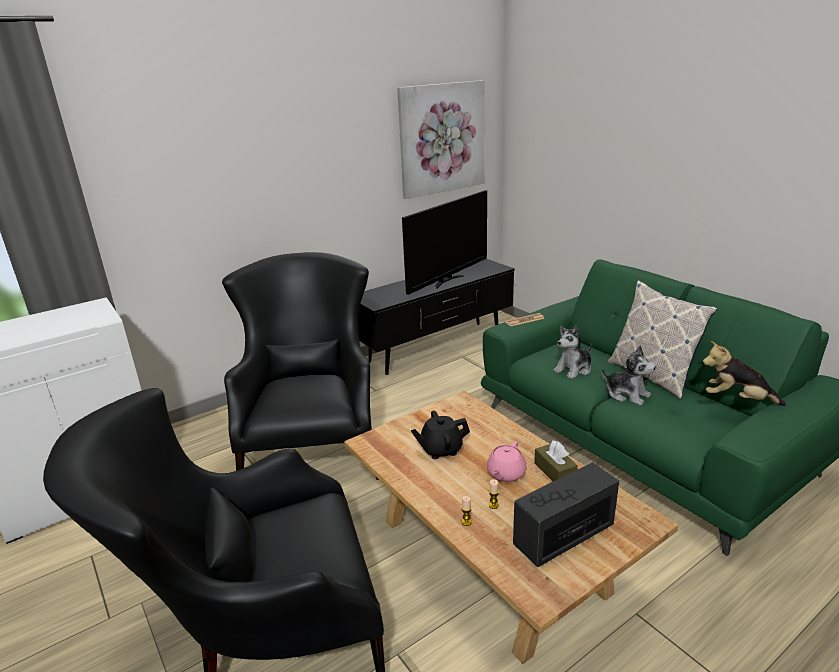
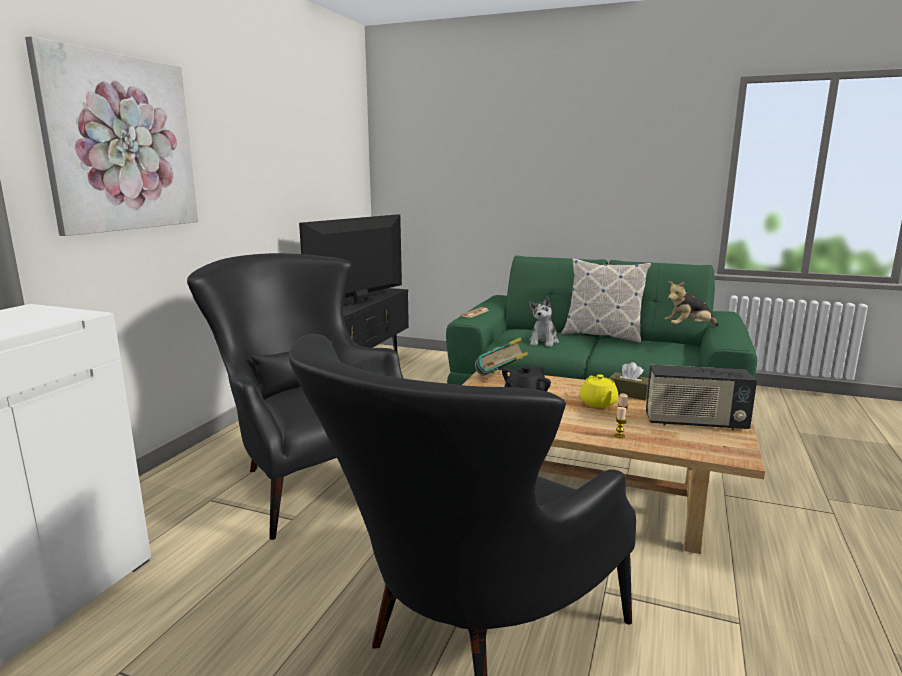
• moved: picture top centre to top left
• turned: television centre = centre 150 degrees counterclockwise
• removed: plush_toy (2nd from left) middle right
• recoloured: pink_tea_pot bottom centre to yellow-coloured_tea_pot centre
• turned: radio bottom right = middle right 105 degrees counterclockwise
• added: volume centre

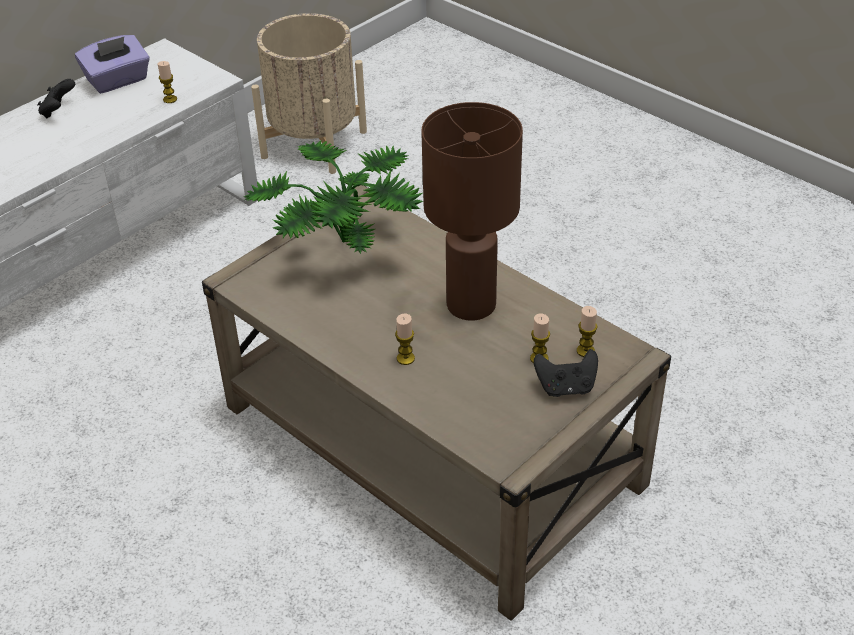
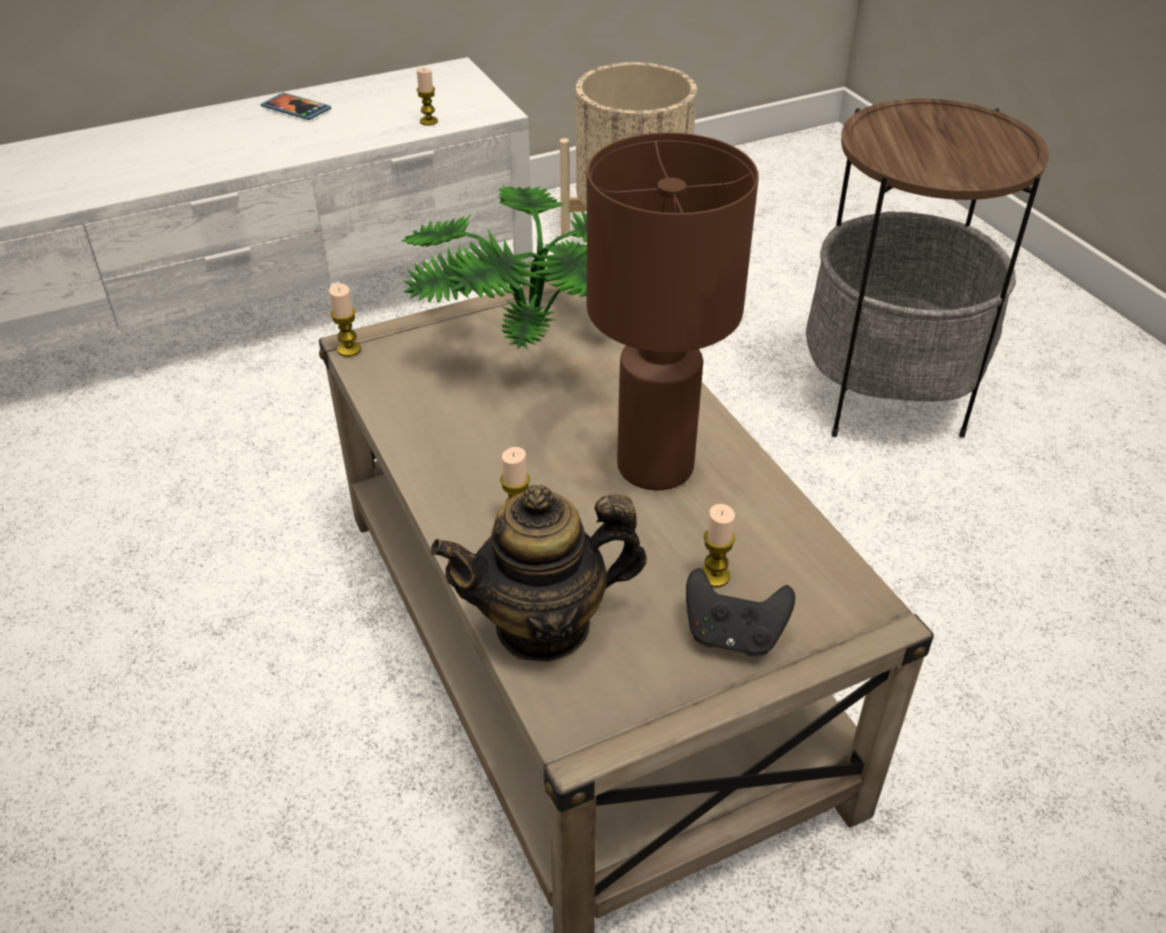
• removed: purple-coloured_box_of_tissues top left
• replaced: blackish_joypad (1st from left) top left to phone top left
• moved: wax_candle (4th from left in the first image) middle right to wax_candle (1st from left) middle left
• added: accent_table top right
• added: tea_pot centre

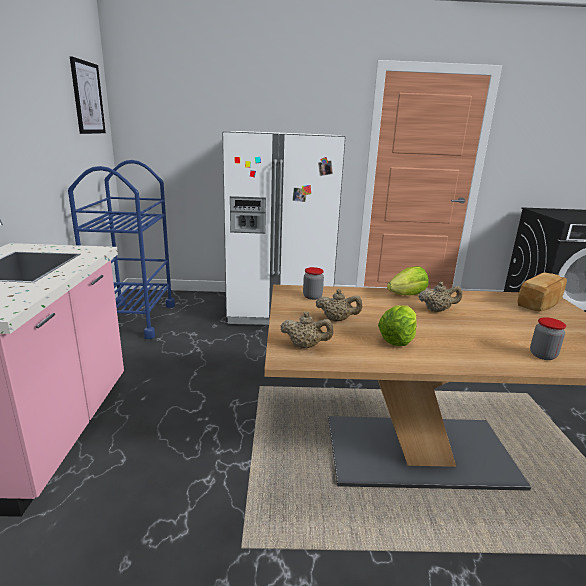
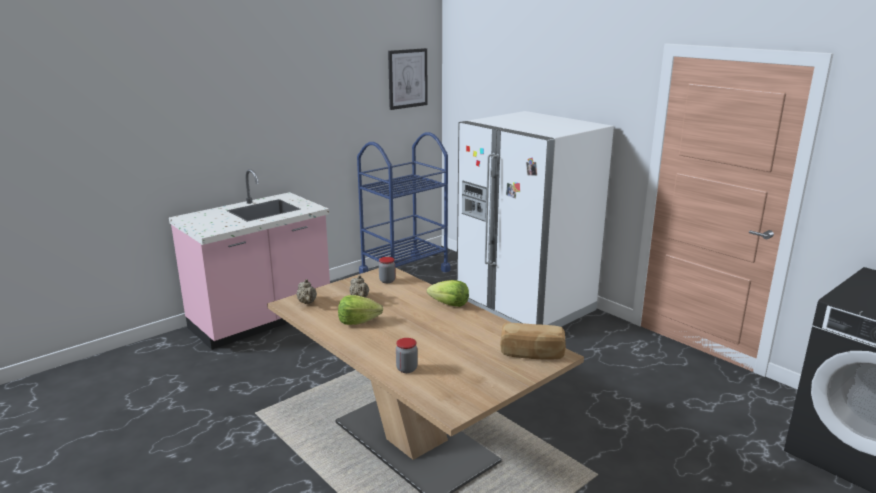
• removed: beige_tea_pot (3rd from left) middle right

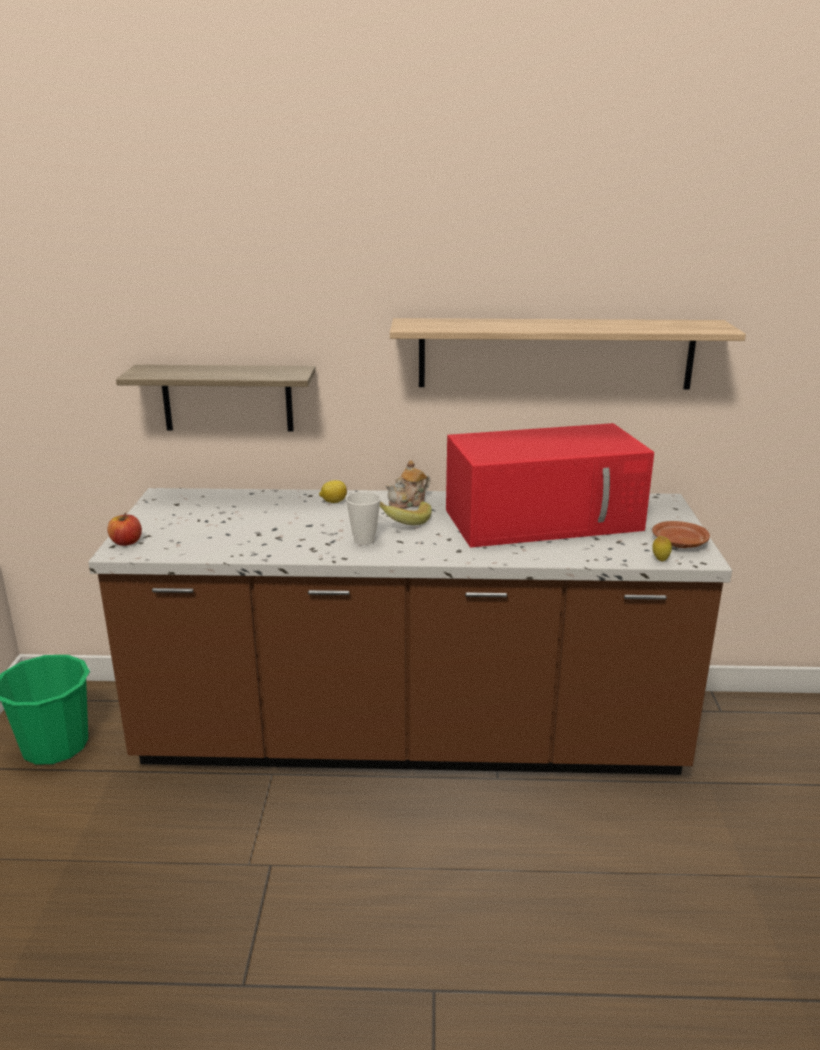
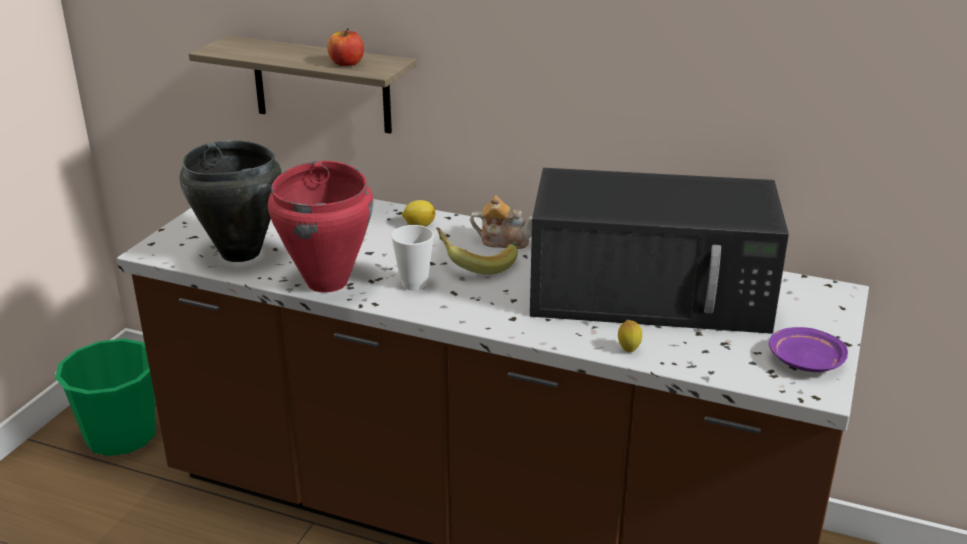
• removed: bracket_shelf (2nd from left) middle right
• recoloured: red-coloured_microwave_oven middle right to blackish_microwave_oven middle right
• turned: tea_pot centre = centre 150 degrees counterclockwise
• moved: whole_apple middle left to top centre
• recoloured: brown_dinner_plate middle right to purple-coloured_dinner_plate middle right
• moved: whole_lemon (2nd from left) middle right to centre
• added: blackish_cooking_pot middle left
• added: red-coloured_cooking_pot middle left

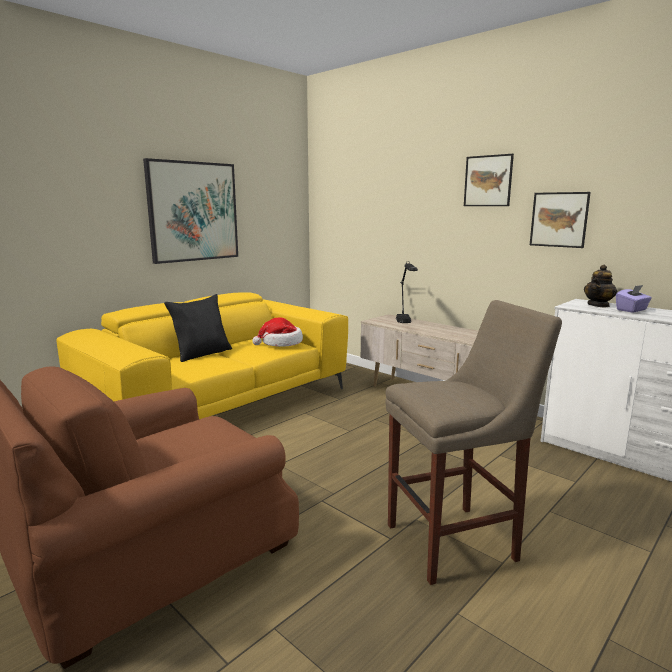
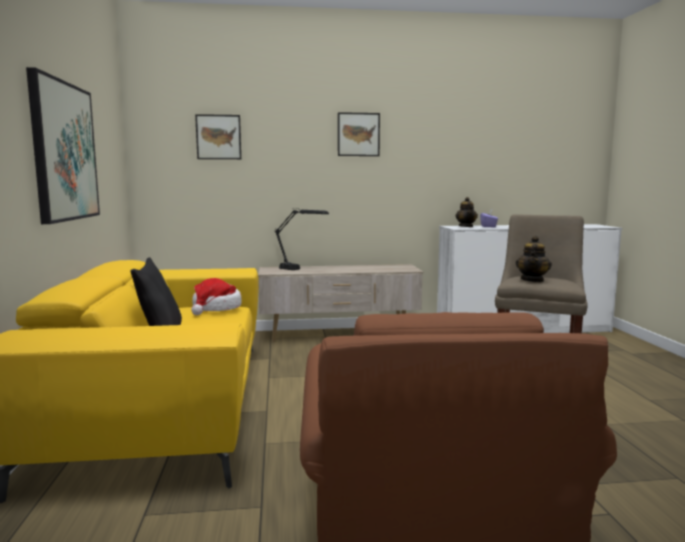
• moved: picture (3rd from left in the first image) top right to picture (2nd from left) top left
• added: tea_pot (2nd from left) middle right

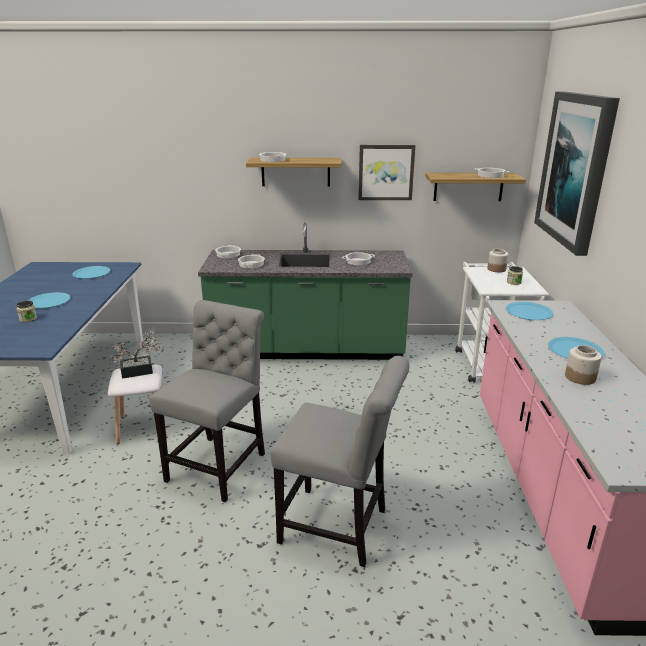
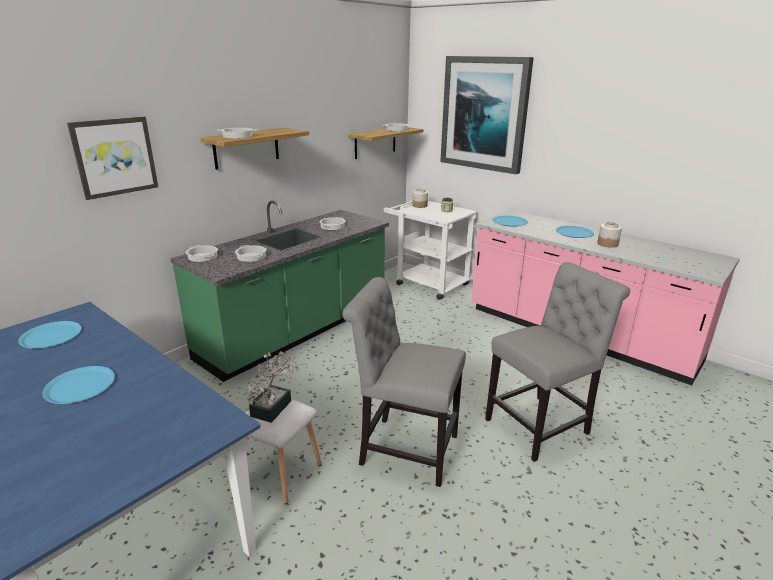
• moved: picture (1st from left) top centre to top left
• turned: gray_chair (1st from left) middle left = centre 45 degrees counterclockwise
• removed: jar (1st from left) middle left

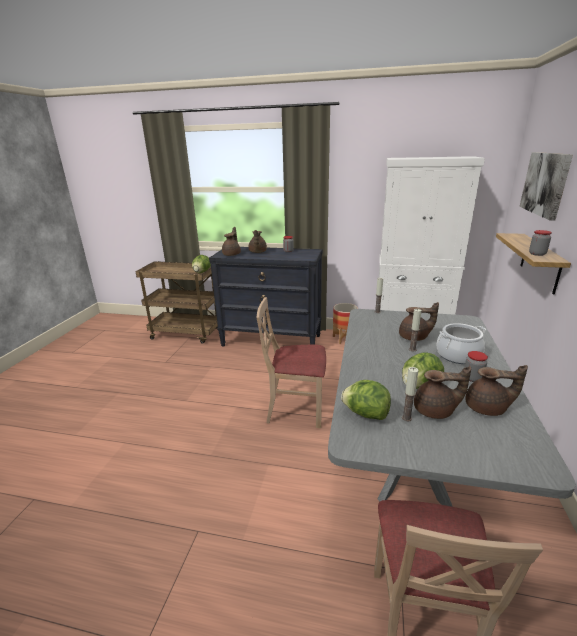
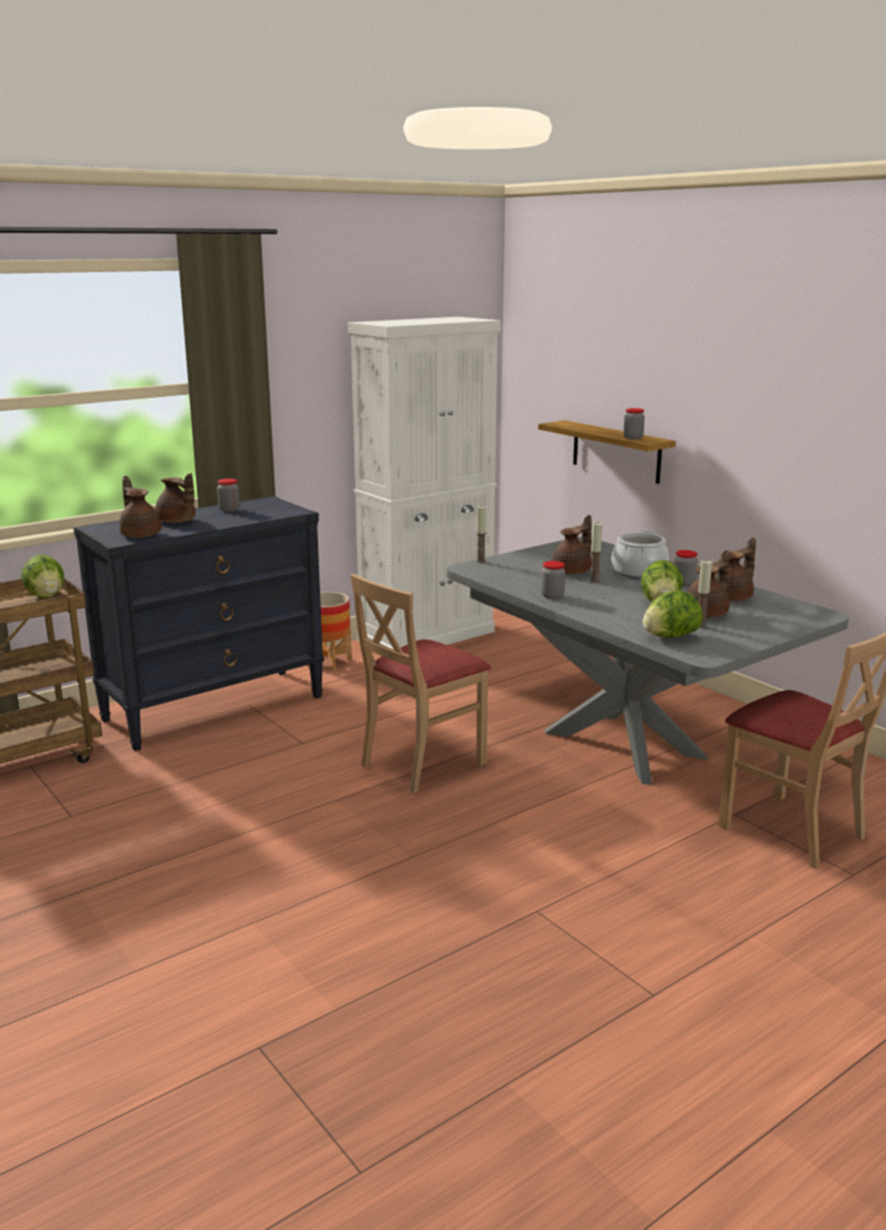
• removed: picture top right
• added: jar (2nd from left) centre

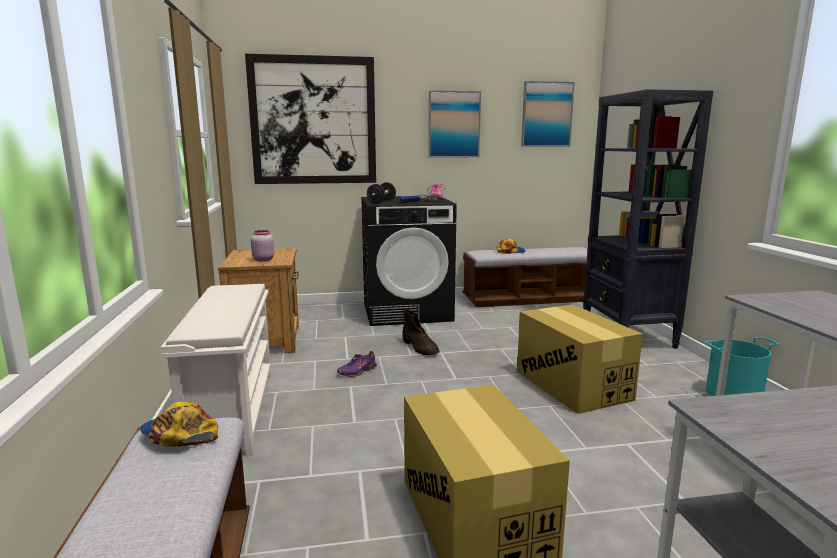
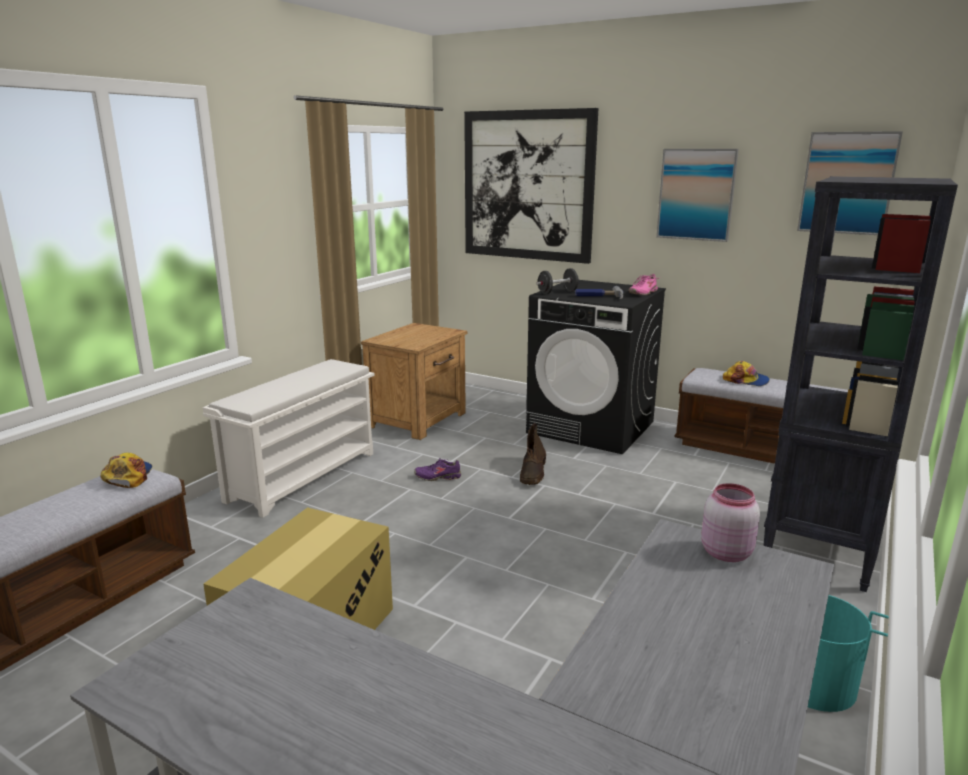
• moved: pink_jar middle left to bottom right
• removed: packing_box (2nd from left) middle right

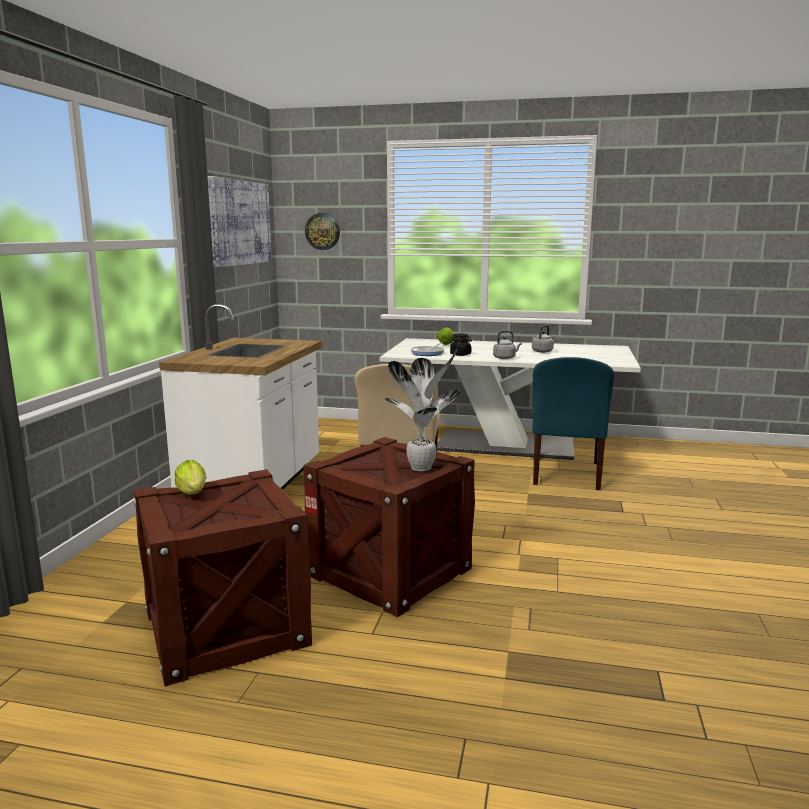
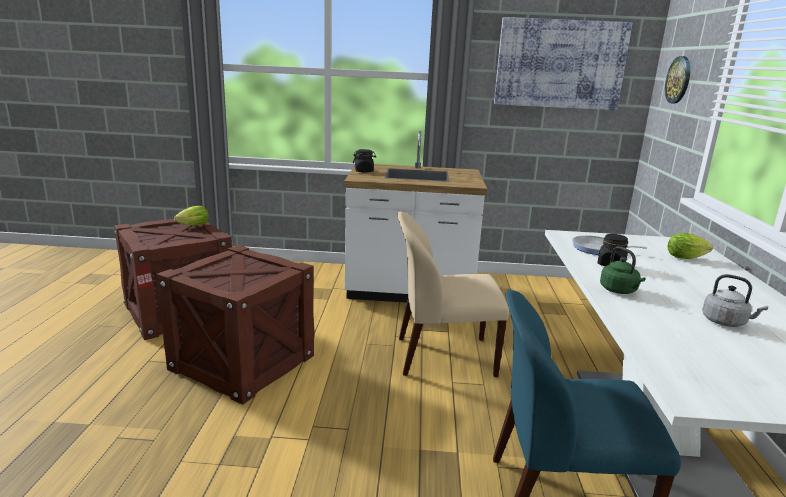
• recoloured: gray_kettle (1st from left) centre to greenish_kettle middle right
• removed: potted_plant centre
• added: blackish_jar (1st from left) top centre

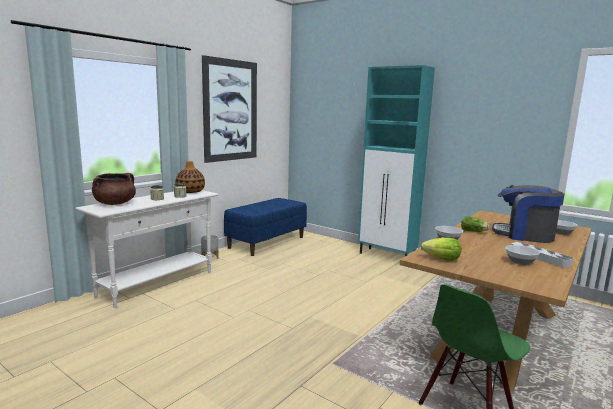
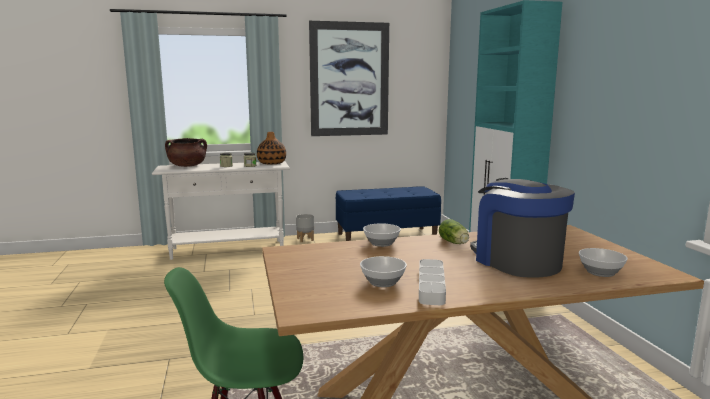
• removed: head_of_lettuce (1st from left) middle right

